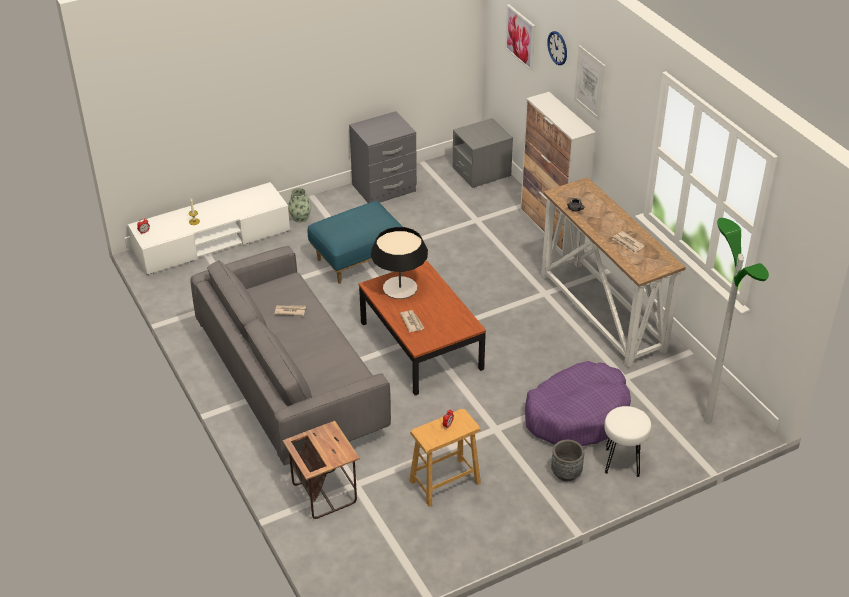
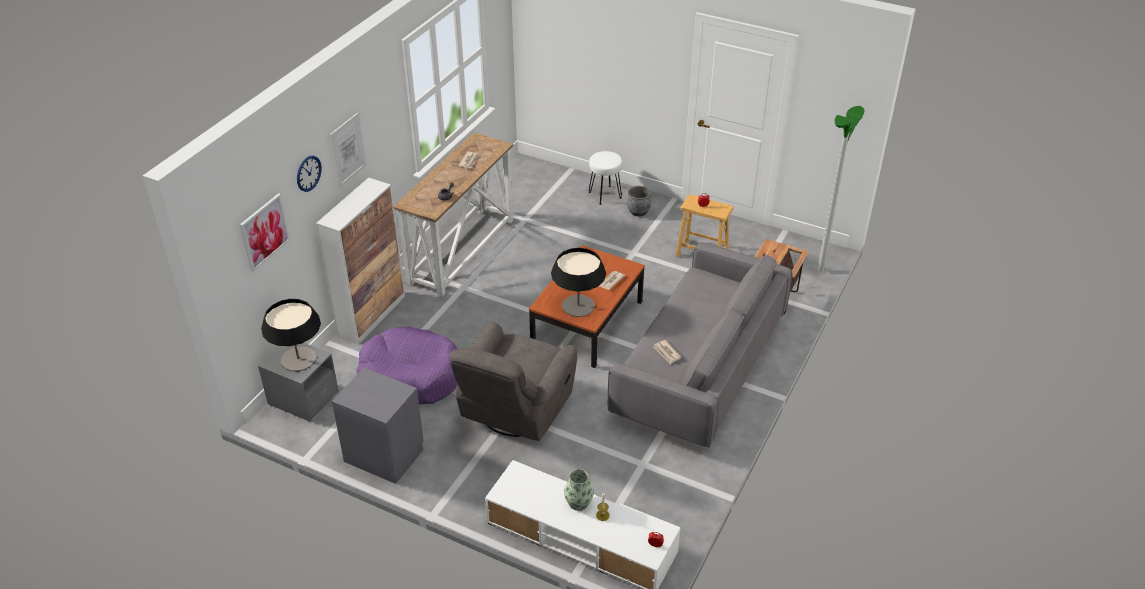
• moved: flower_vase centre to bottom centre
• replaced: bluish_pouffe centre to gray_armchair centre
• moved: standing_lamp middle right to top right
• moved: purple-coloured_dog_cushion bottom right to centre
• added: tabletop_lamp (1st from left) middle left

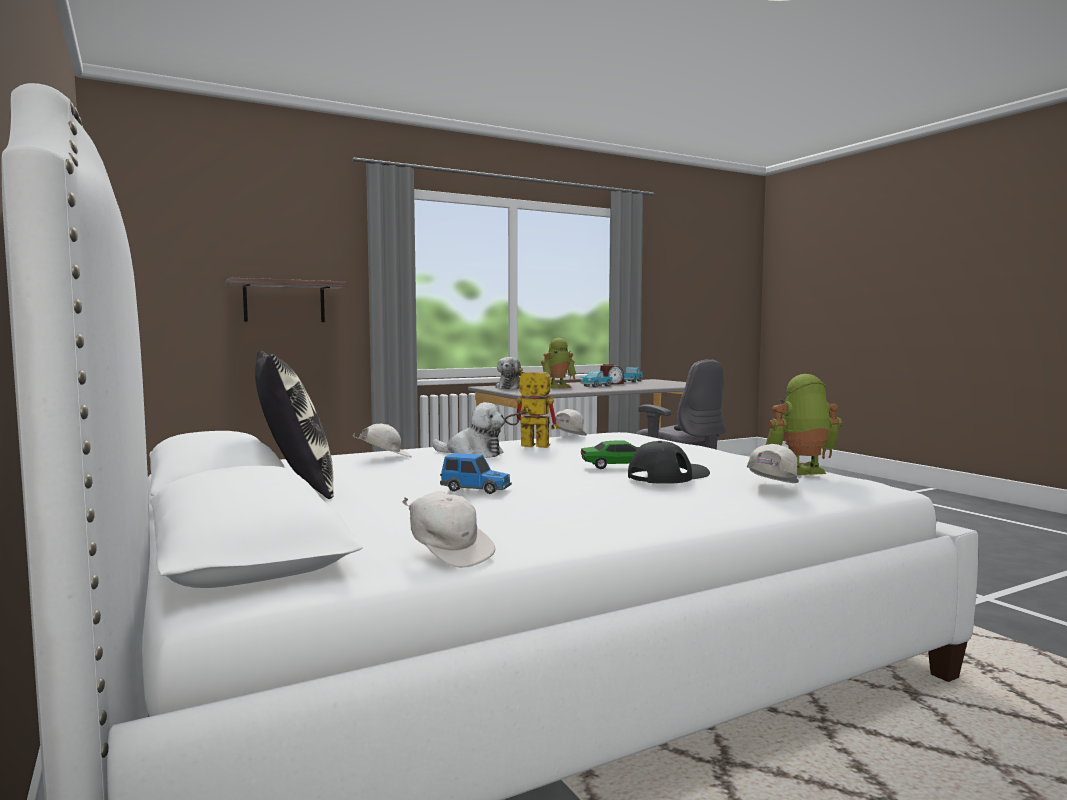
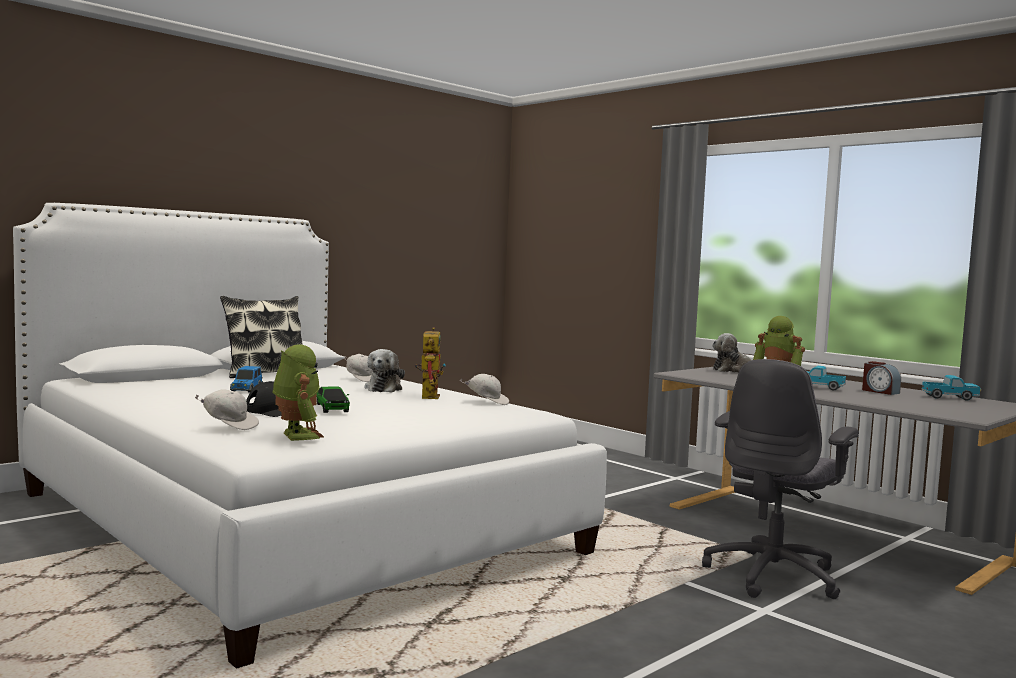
• removed: bracket_shelf middle left
• removed: white-coloured_peaked_cap (2nd from left) centre

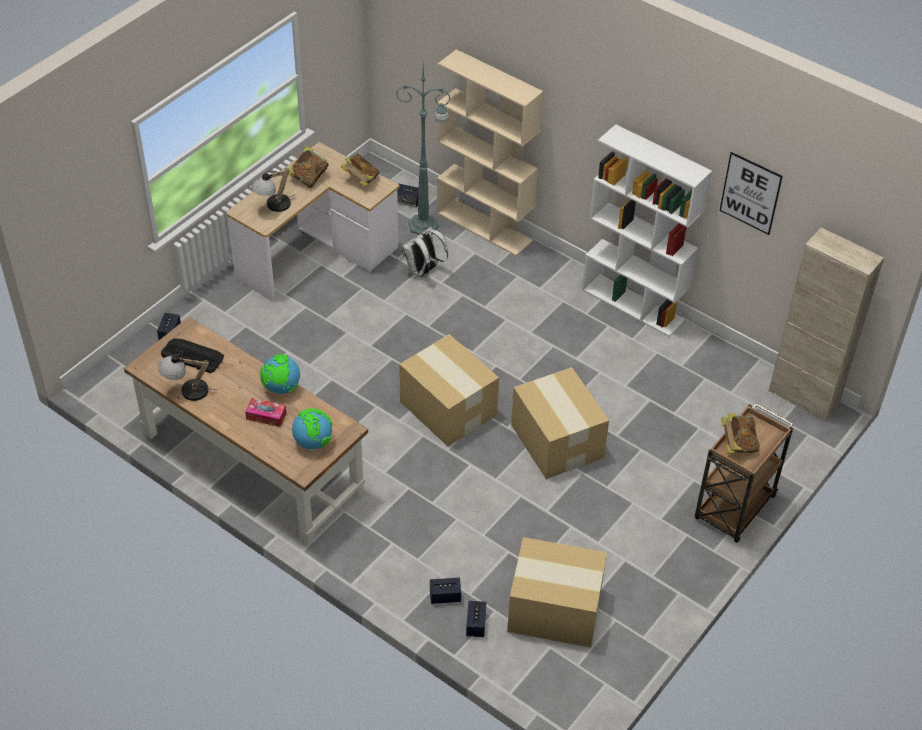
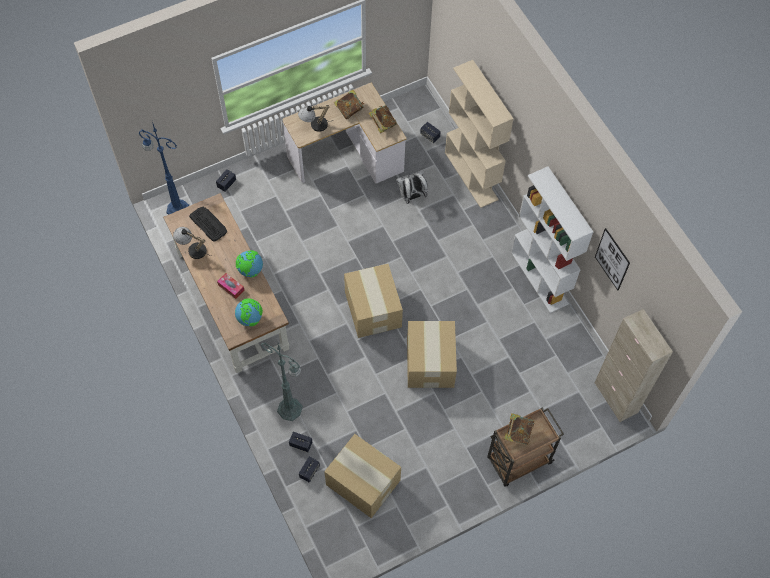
• moved: greenish_standing_lamp top centre to centre
• added: bluish_standing_lamp top left

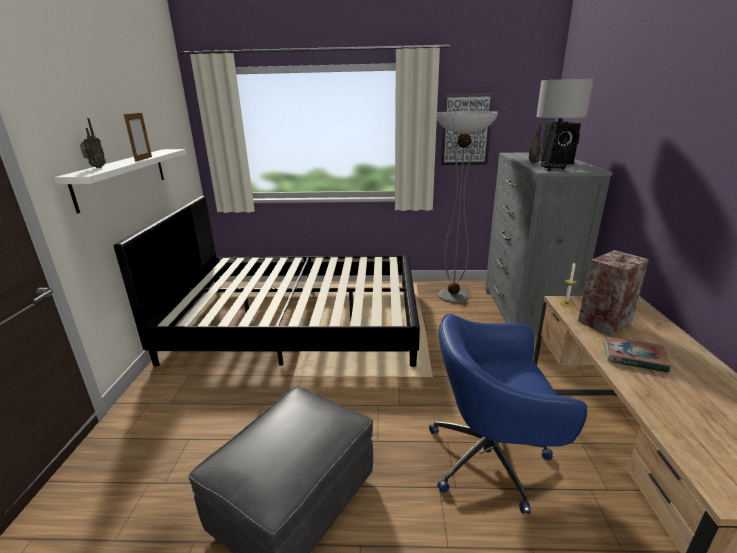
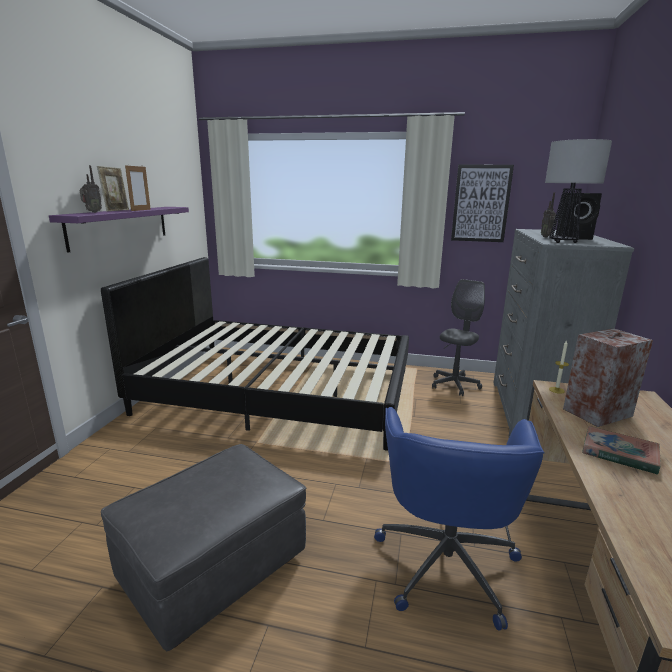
• replaced: standing_lamp centre to gray_computer_chair middle right
• recoloured: white-coloured_bracket_shelf top left to purple-coloured_bracket_shelf middle left
• turned: bluish_computer_chair bottom right = bottom right 90 degrees counterclockwise
• added: standing_frame (1st from left) top left

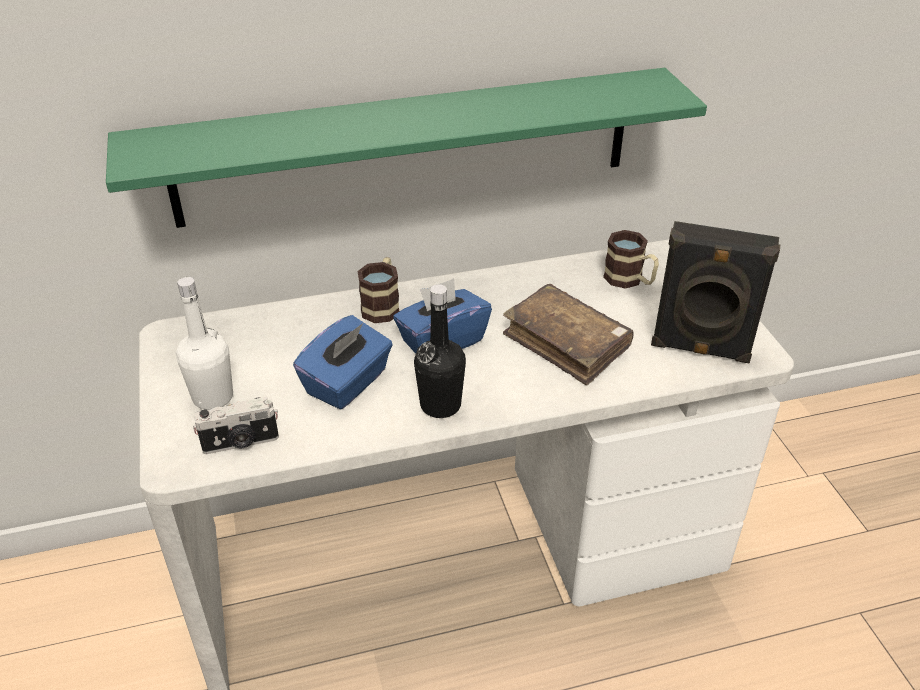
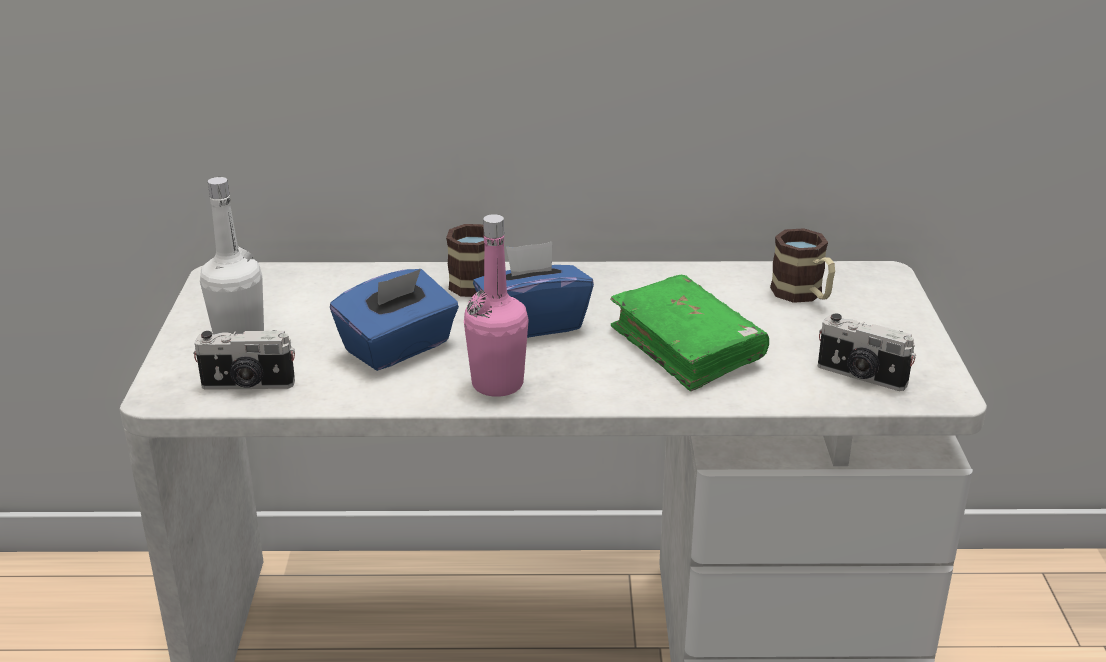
• removed: greenish_bracket_shelf top centre
• replaced: blackish_audio_speaker middle right to still_camera (2nd from left) middle right
• recoloured: blackish_beverage_bottle centre to pink_beverage_bottle centre
• recoloured: brown_volume centre to greenish_volume centre

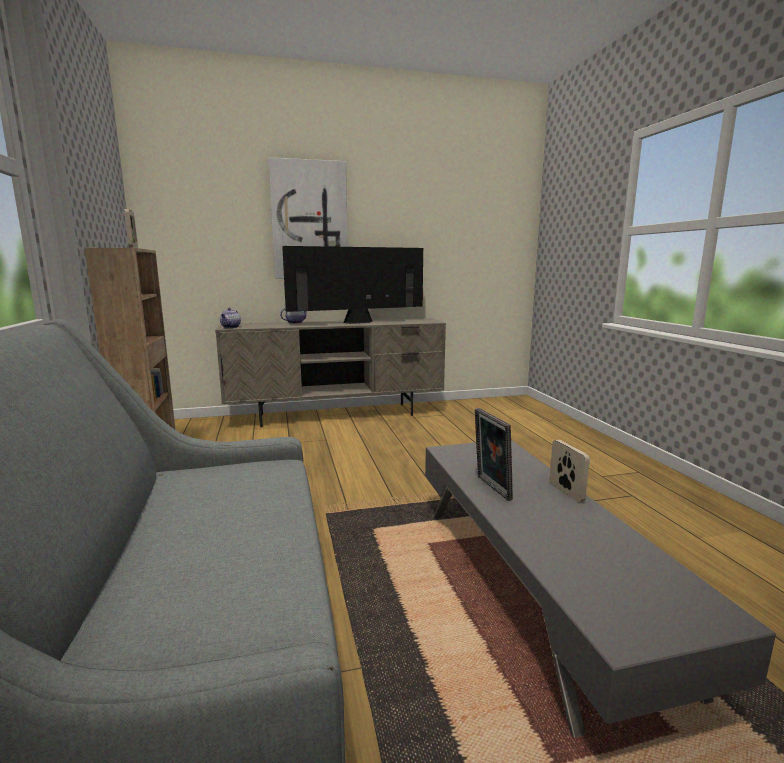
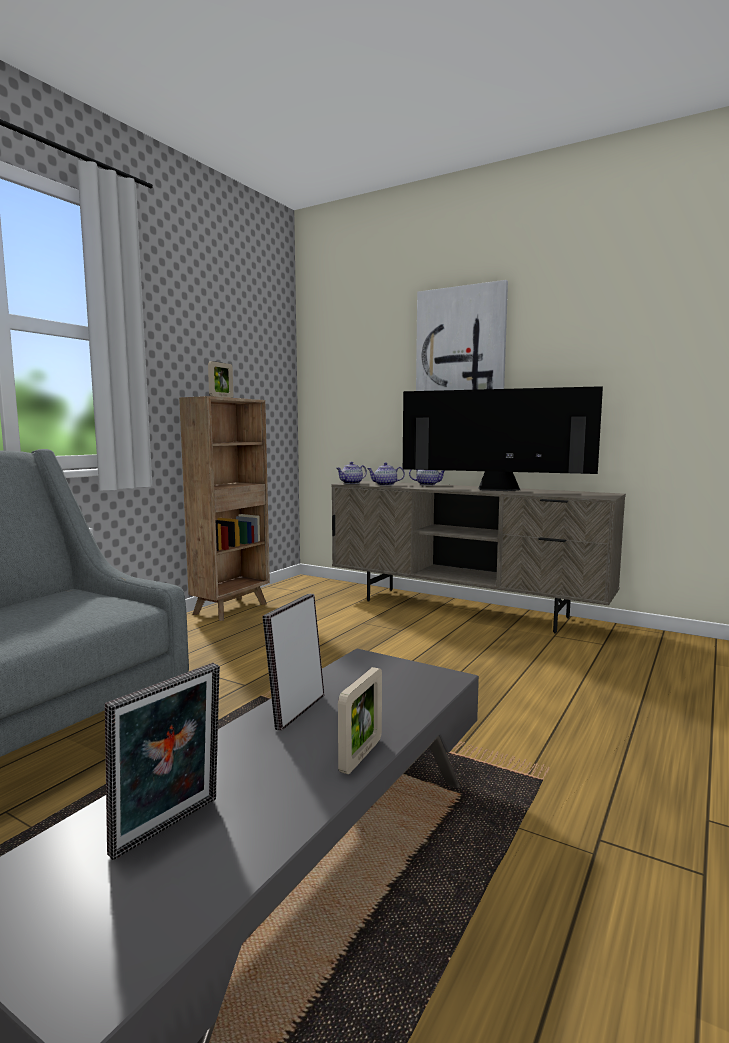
• added: tea_pot (2nd from left) centre
• added: standing_frame (1st from left) bottom left

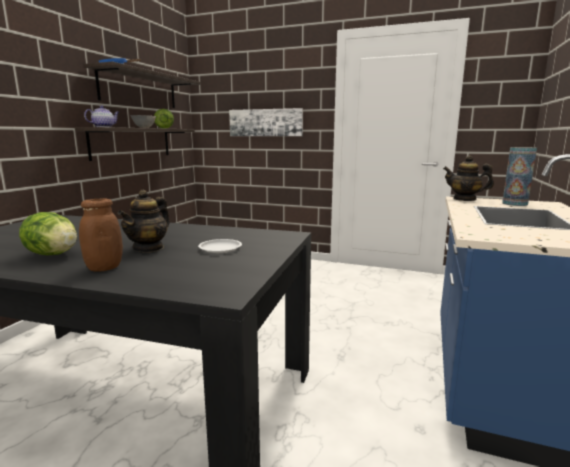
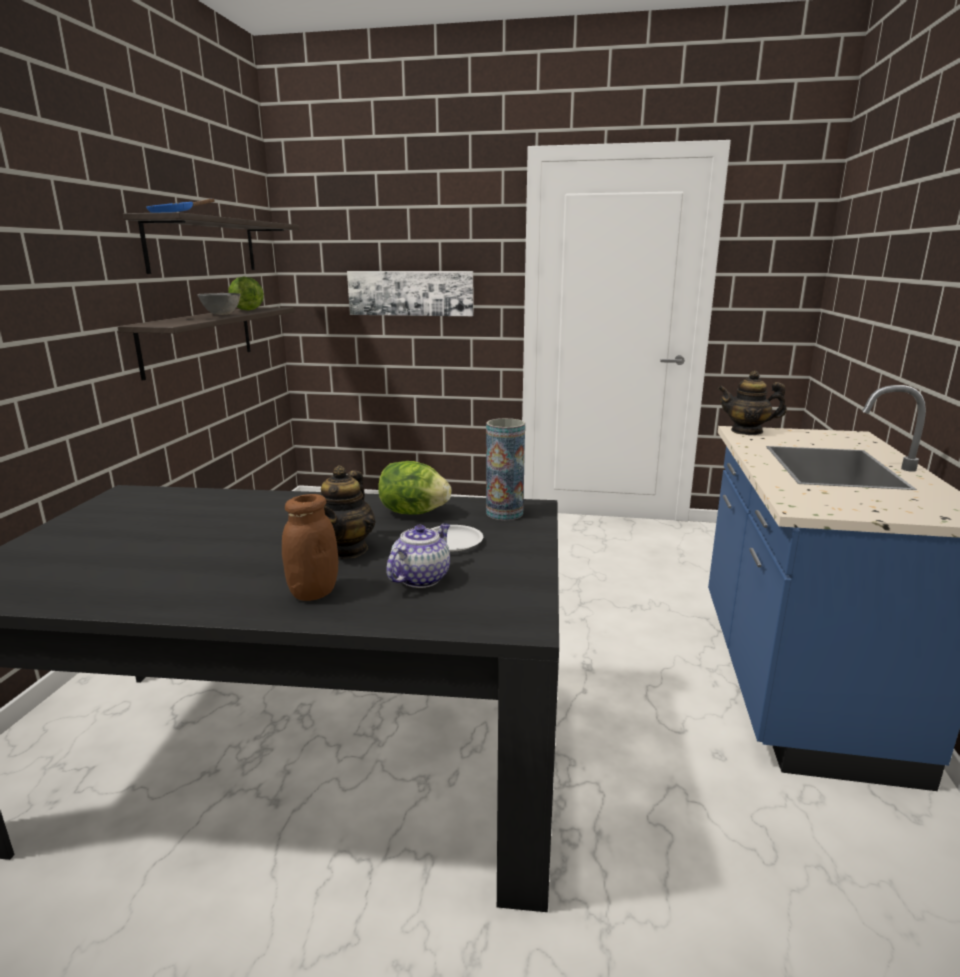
• moved: tea_pot (1st from left in the first image) top left to tea_pot (2nd from left) centre
• moved: flower_vase middle right to centre
• moved: head_of_lettuce (1st from left in the first image) middle left to head_of_lettuce (2nd from left) centre

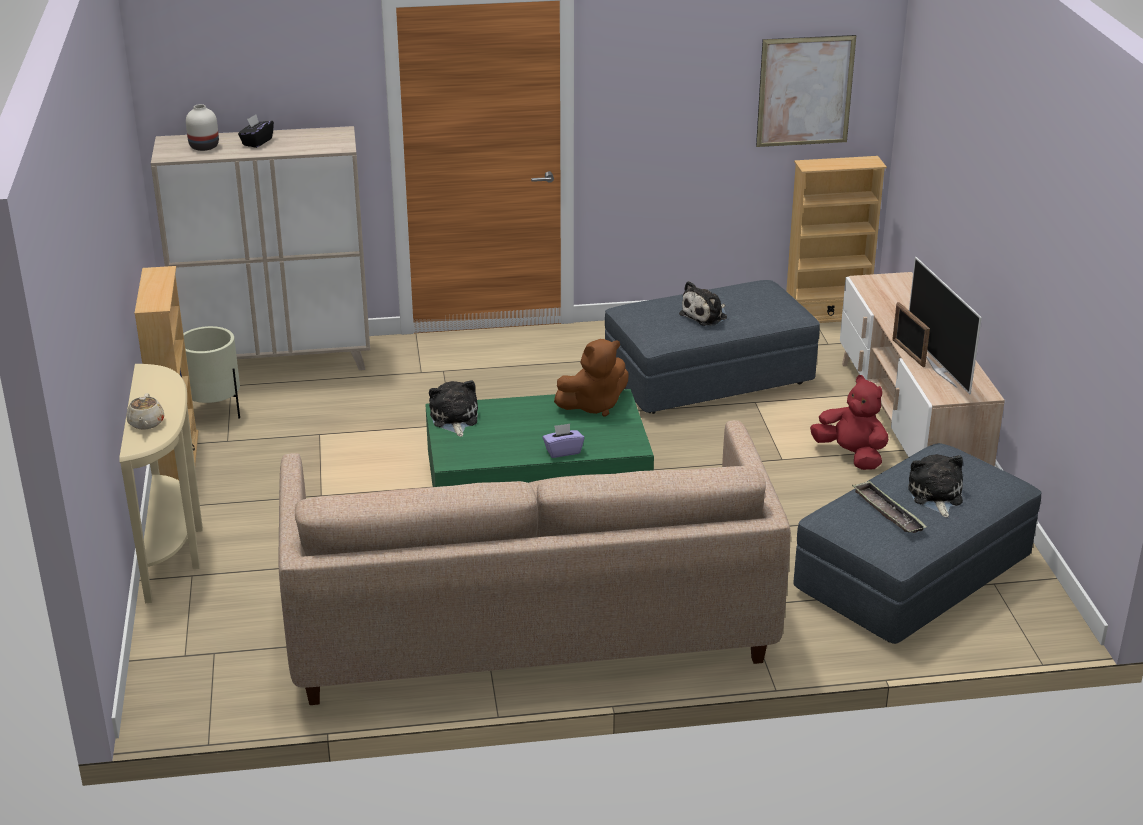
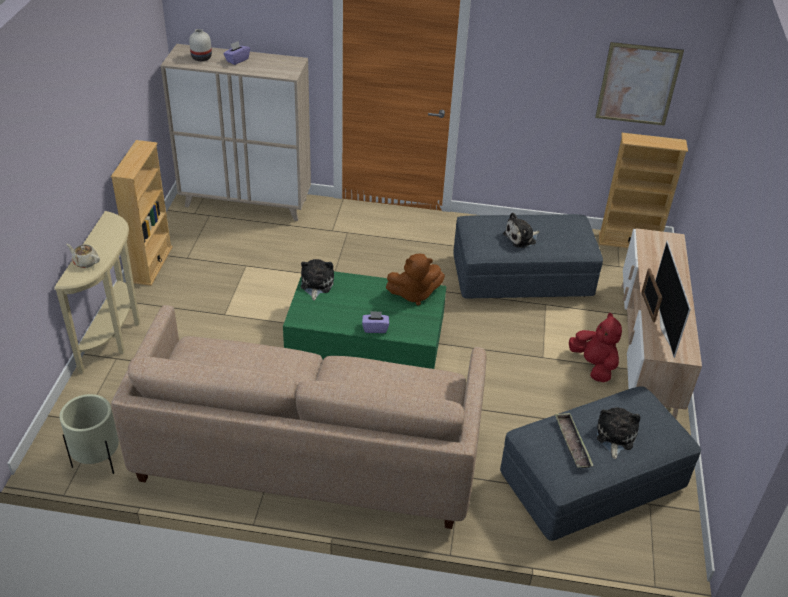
• recoloured: blackish_box_of_tissues top left to purple-coloured_box_of_tissues (1st from left) top left
• moved: beige_planter middle left to bottom left
• turned: beige_tea_pot middle left = middle left 105 degrees clockwise

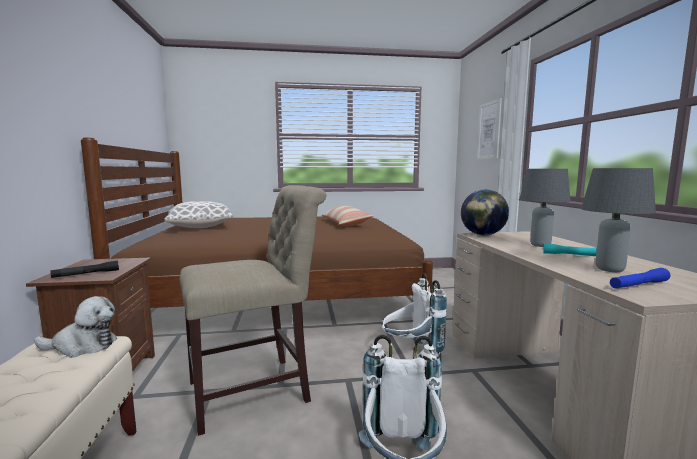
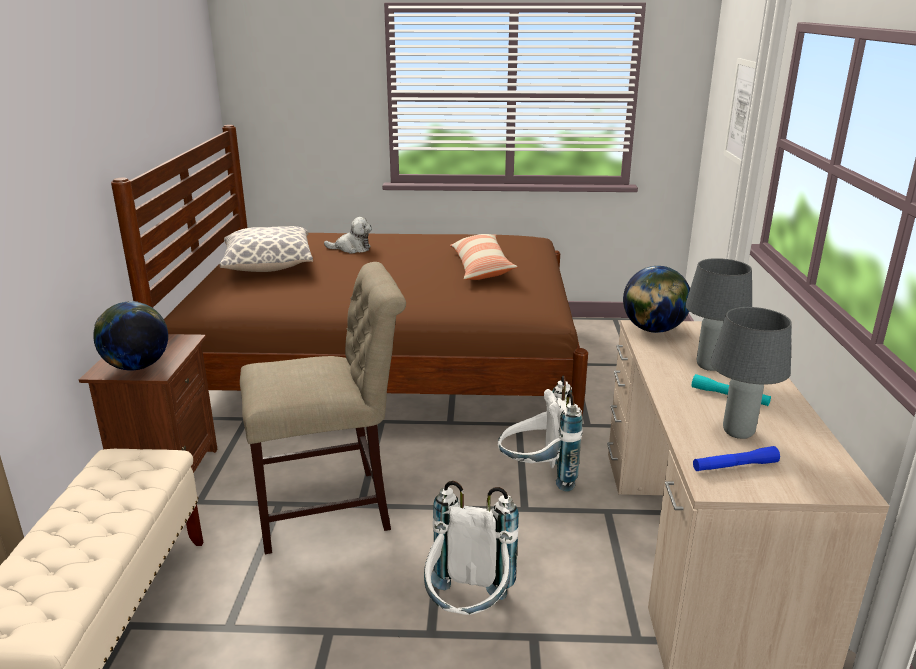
• replaced: blackish_flashlight middle left to desk_globe (1st from left) middle left
• moved: plush_toy bottom left to centre

